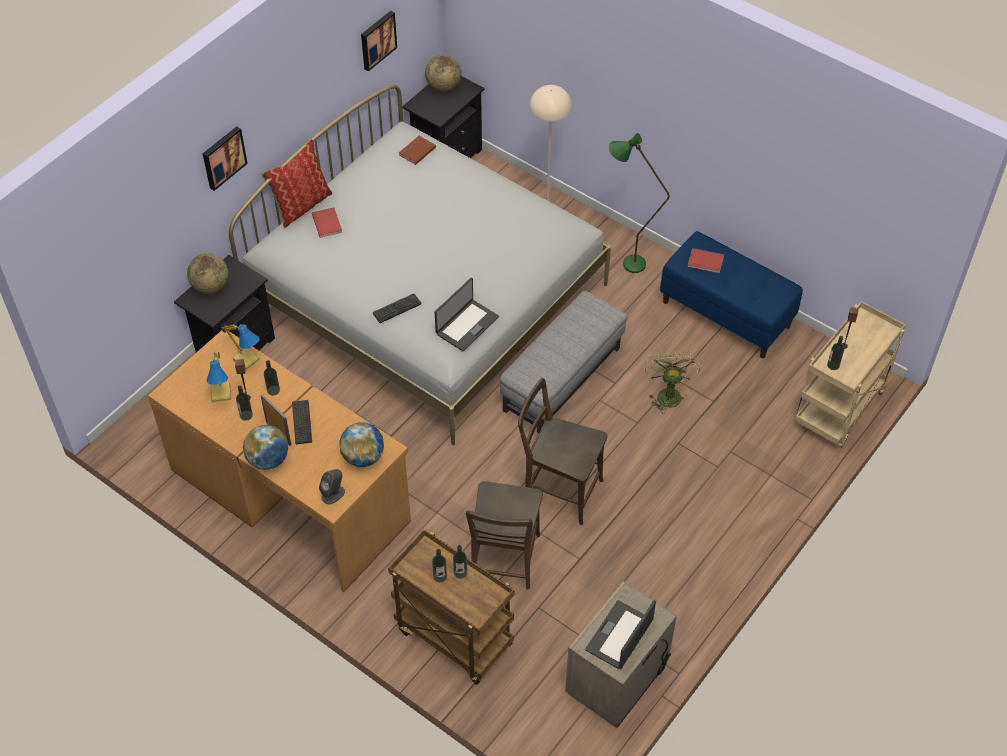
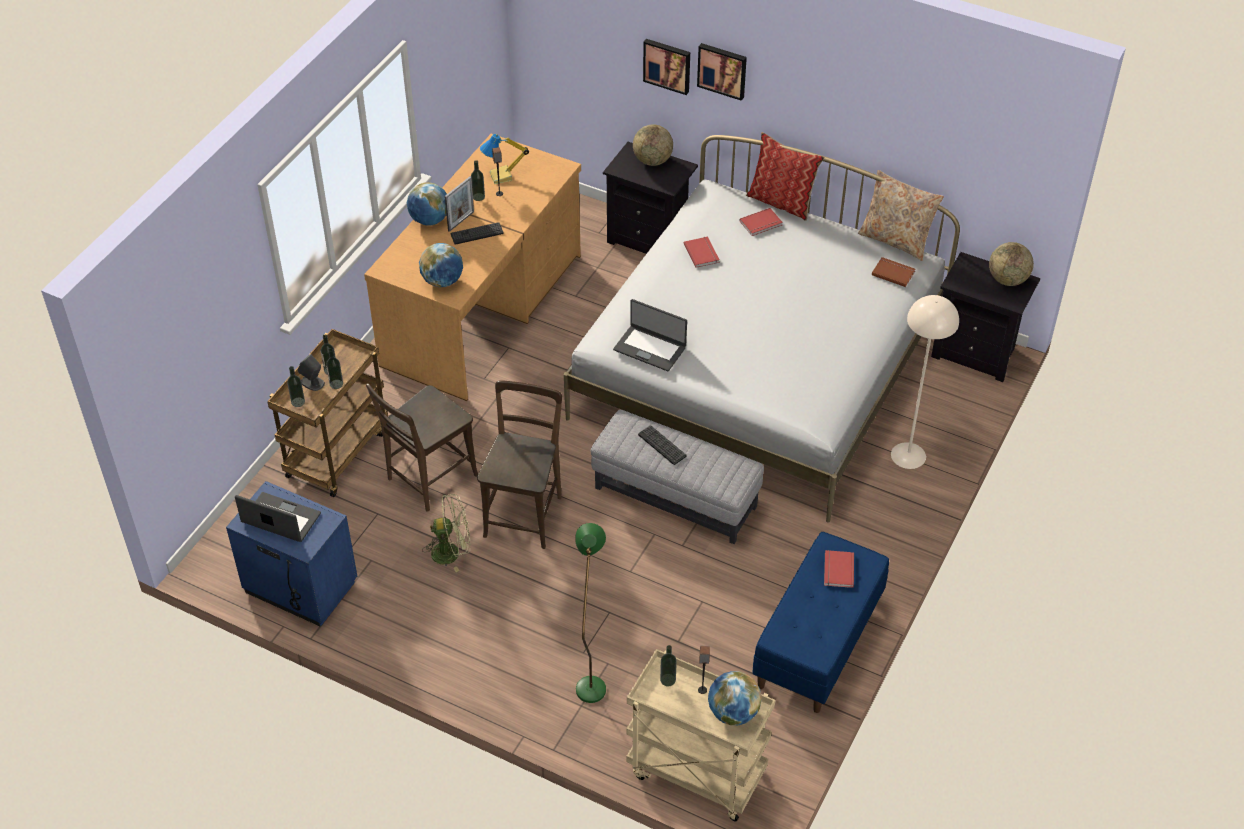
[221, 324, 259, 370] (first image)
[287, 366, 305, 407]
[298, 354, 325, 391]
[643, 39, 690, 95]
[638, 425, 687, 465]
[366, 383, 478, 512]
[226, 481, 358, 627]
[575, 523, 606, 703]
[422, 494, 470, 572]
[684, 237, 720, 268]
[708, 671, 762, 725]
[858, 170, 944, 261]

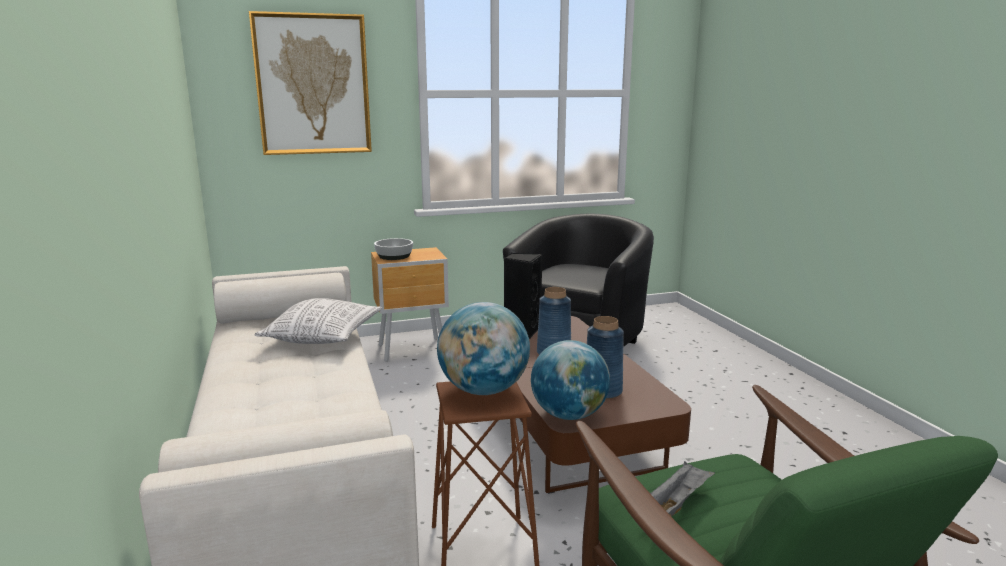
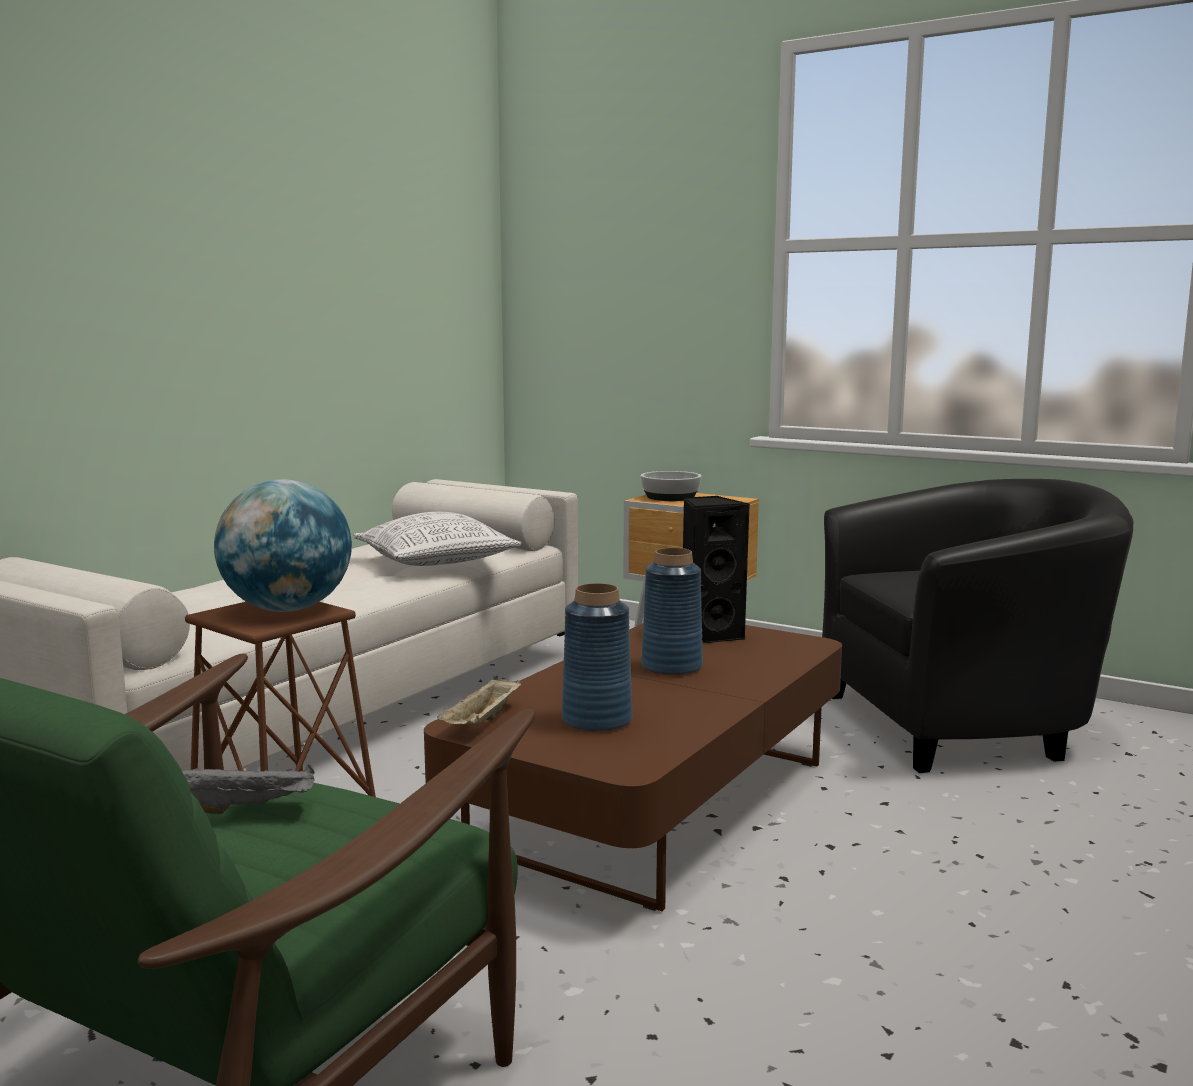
[249, 11, 372, 155] (first image)
[437, 676, 521, 724]

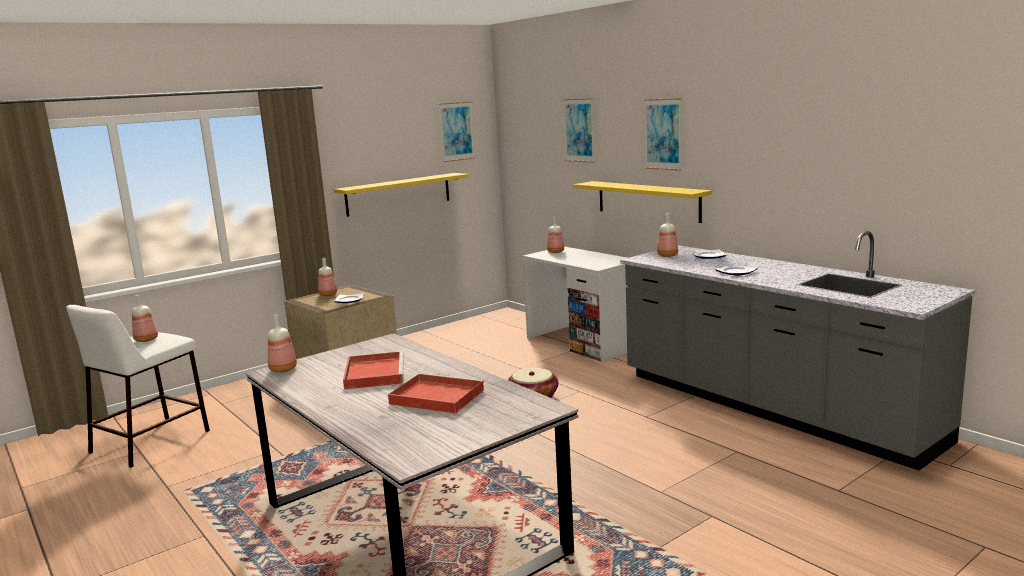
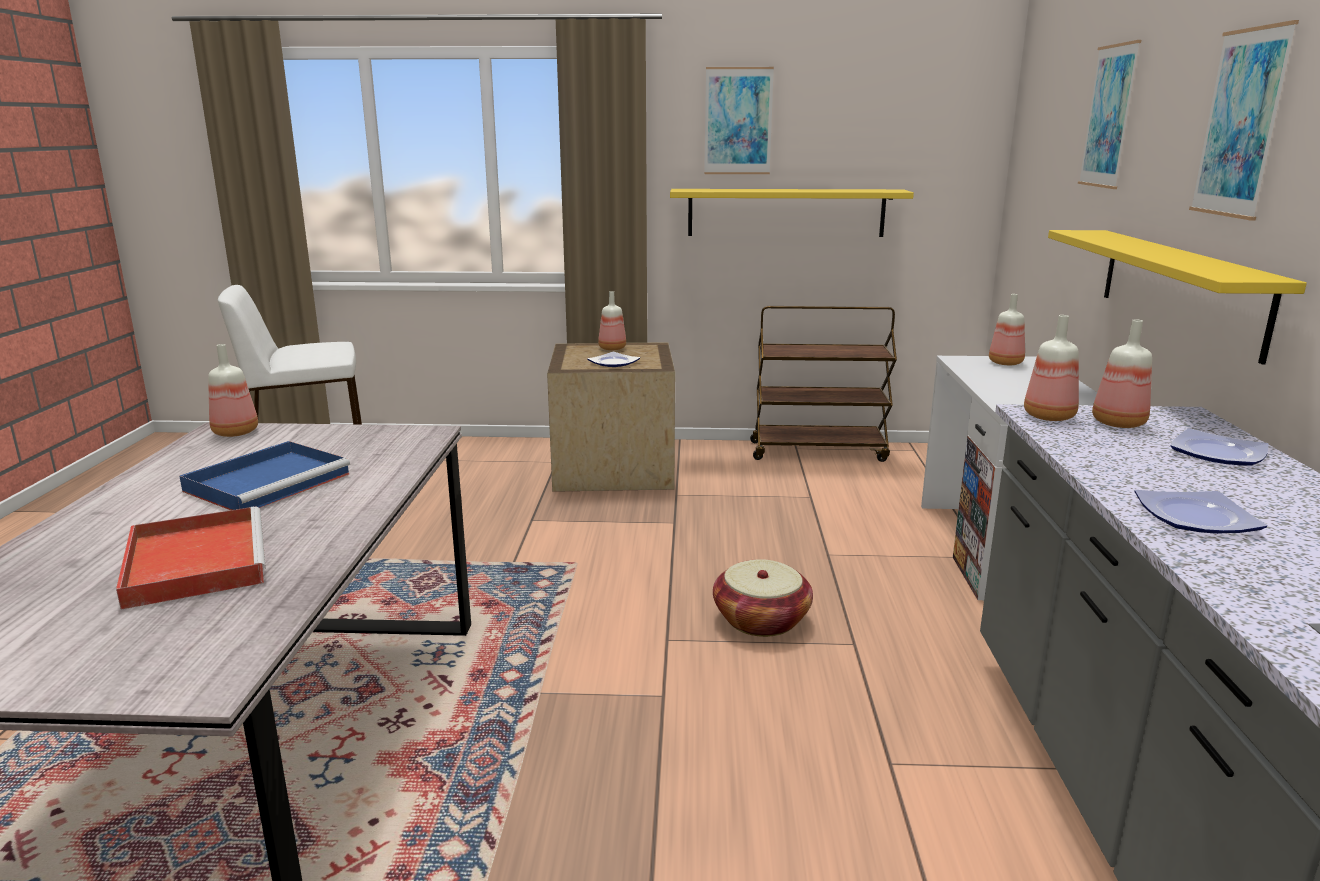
[1024, 315, 1079, 421]
[179, 441, 350, 510]
[704, 67, 774, 174]
[750, 306, 897, 462]

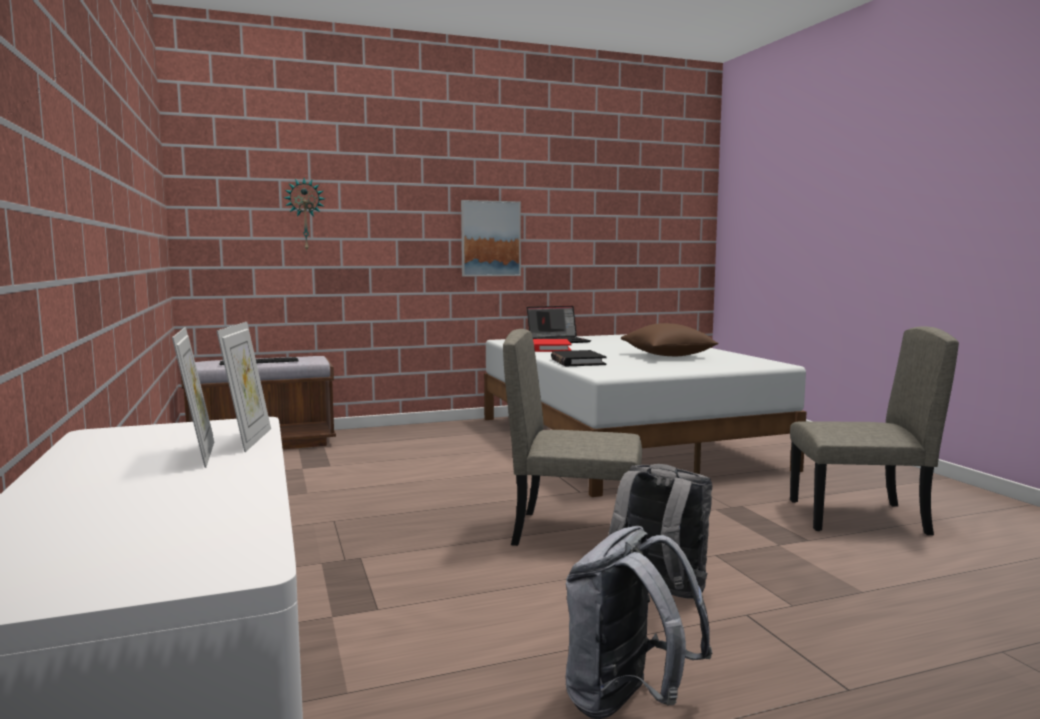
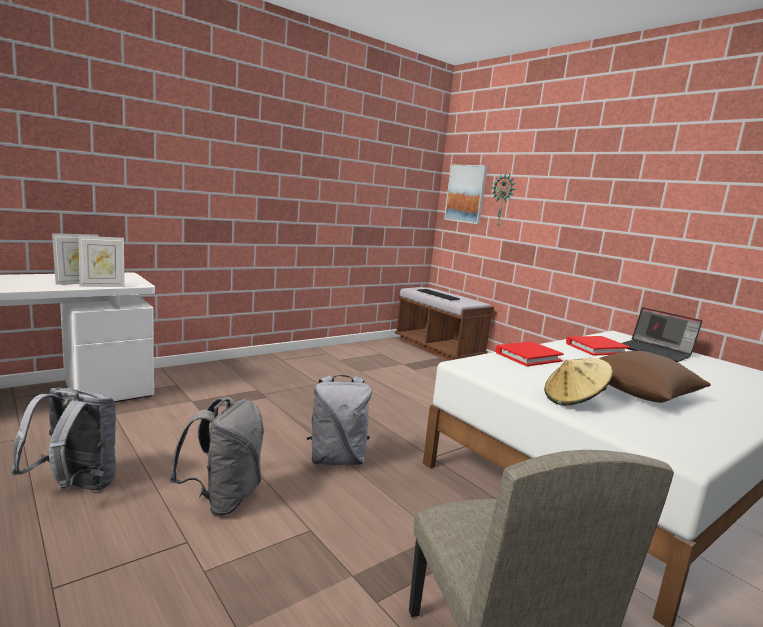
[444, 165, 488, 224]
[307, 375, 372, 465]
[496, 342, 564, 366]
[544, 358, 613, 406]

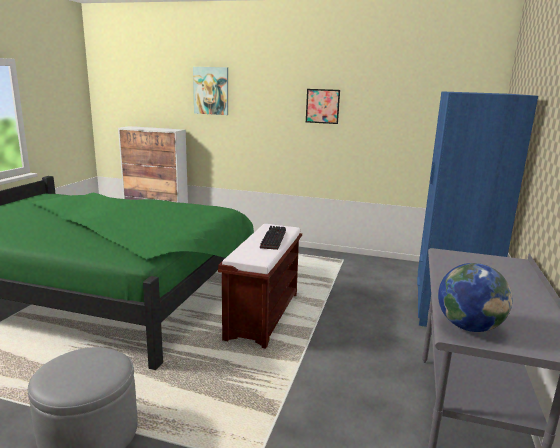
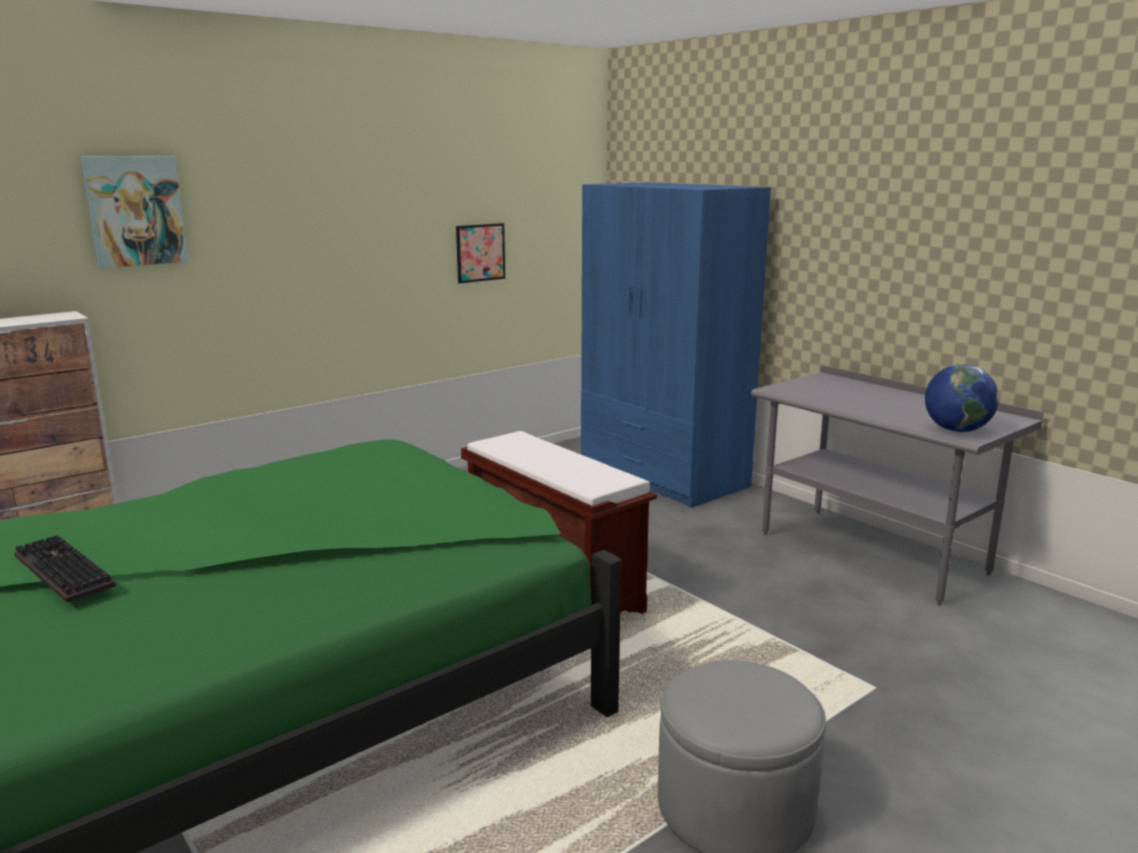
[14, 535, 115, 602]
[456, 223, 505, 283]

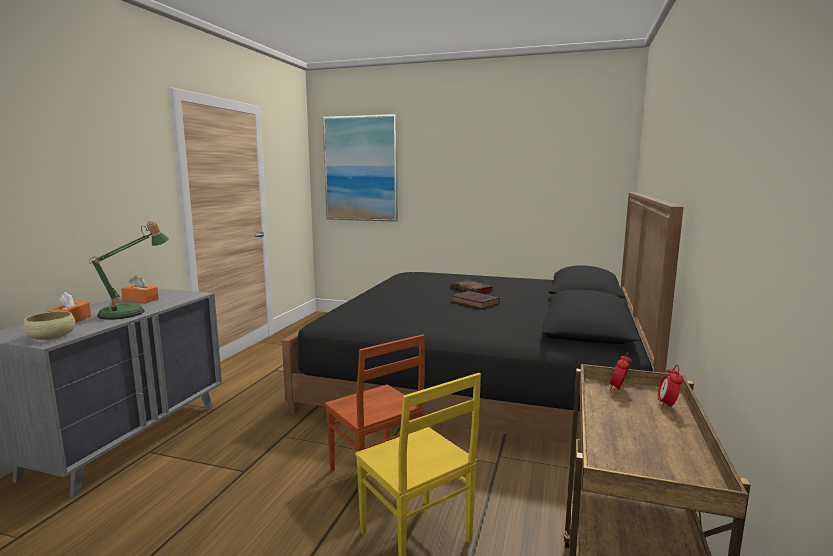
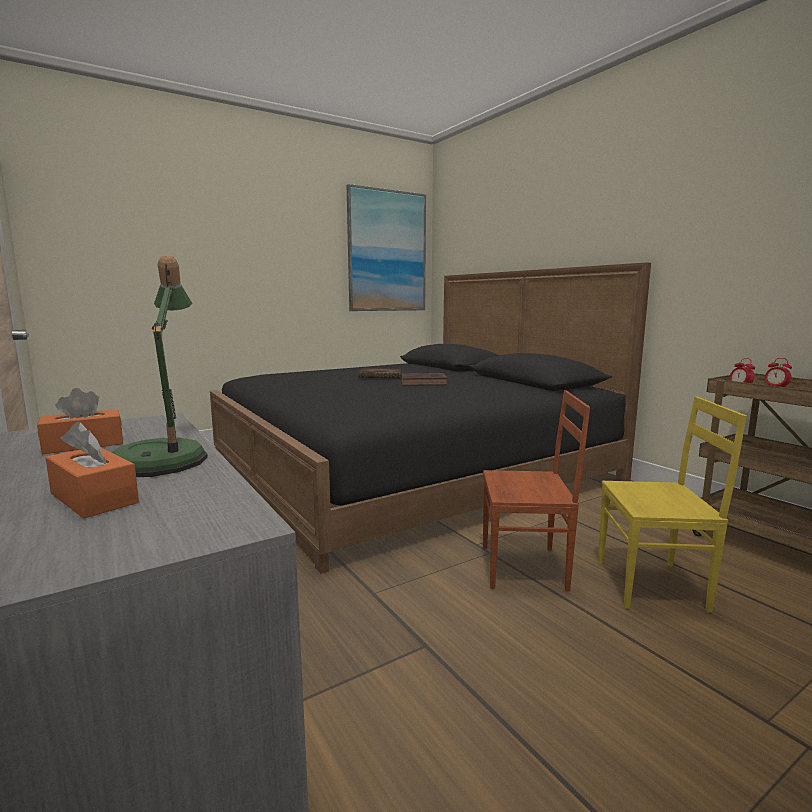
[23, 311, 75, 340] (first image)
[347, 184, 426, 311]

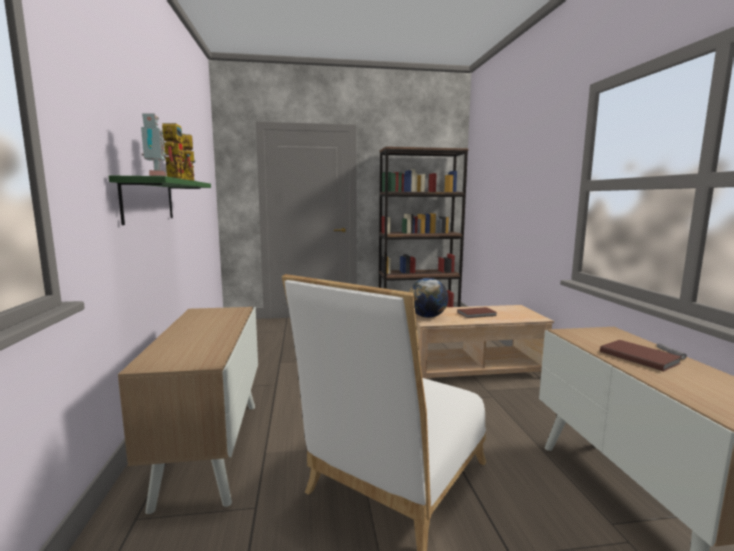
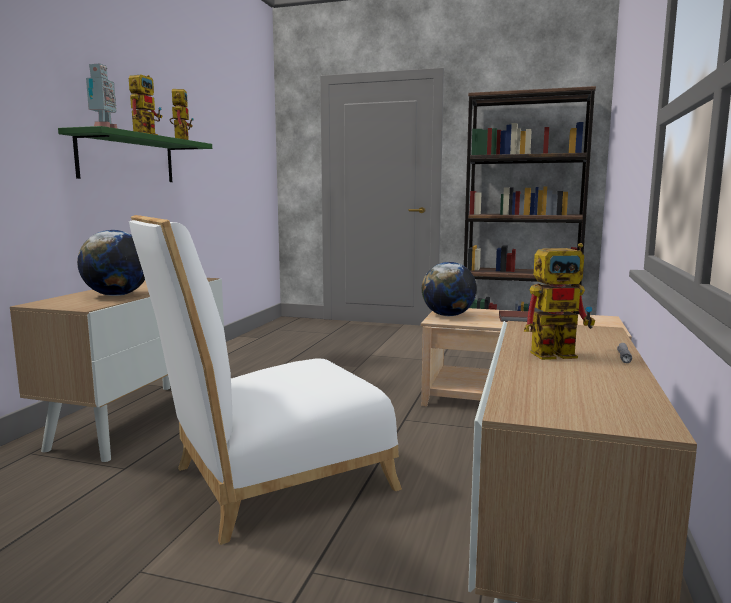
[524, 243, 595, 360]
[77, 230, 145, 296]

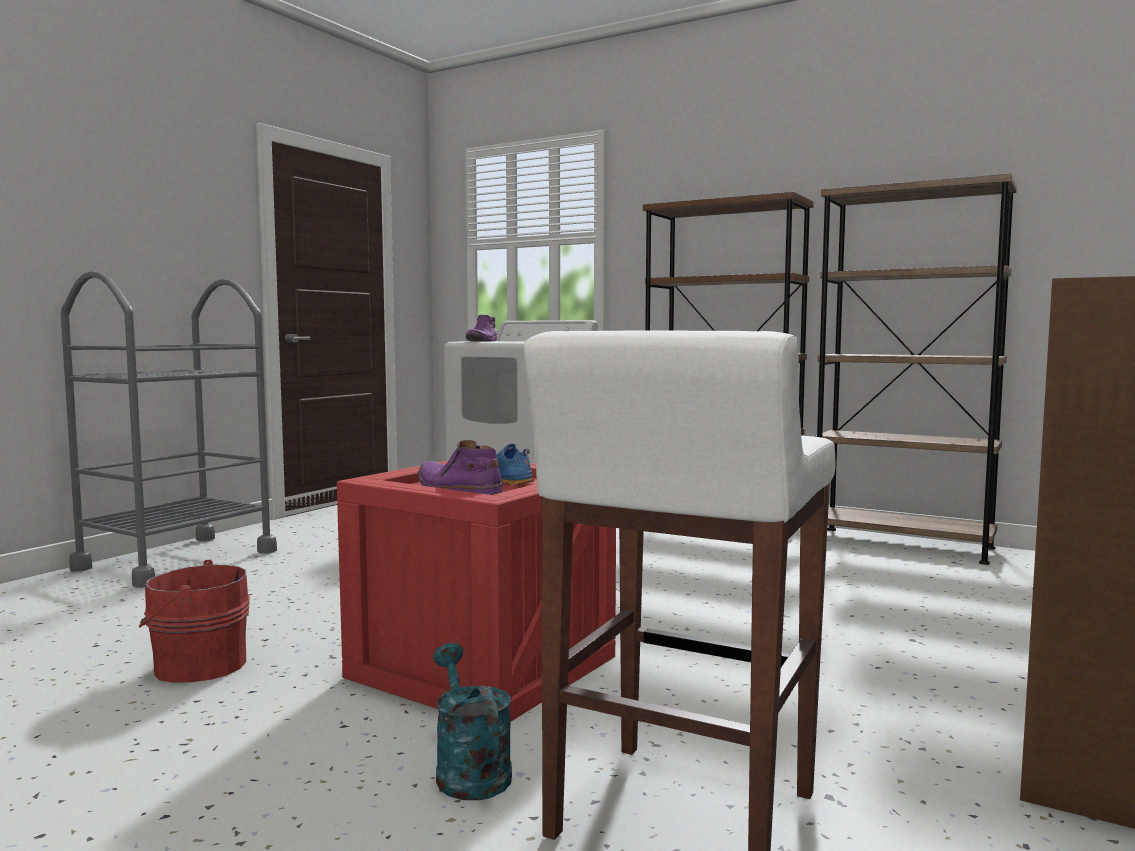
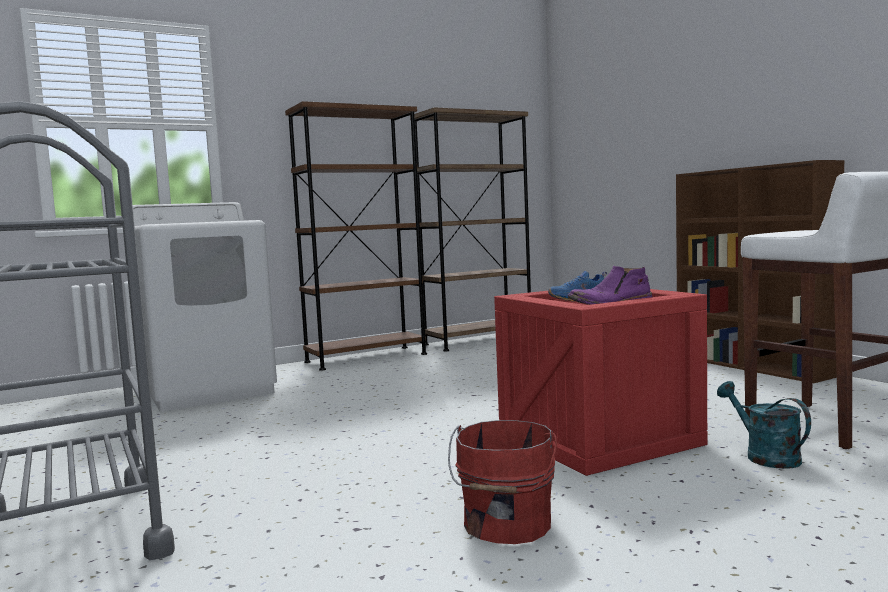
[717, 381, 811, 469]
[466, 315, 498, 342] (first image)

